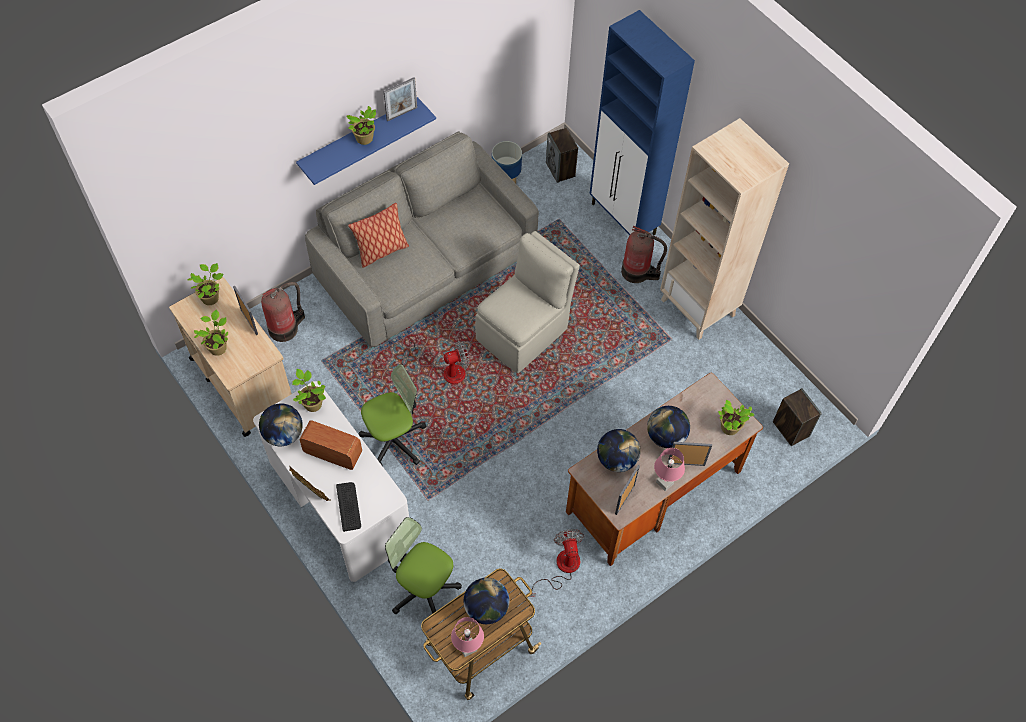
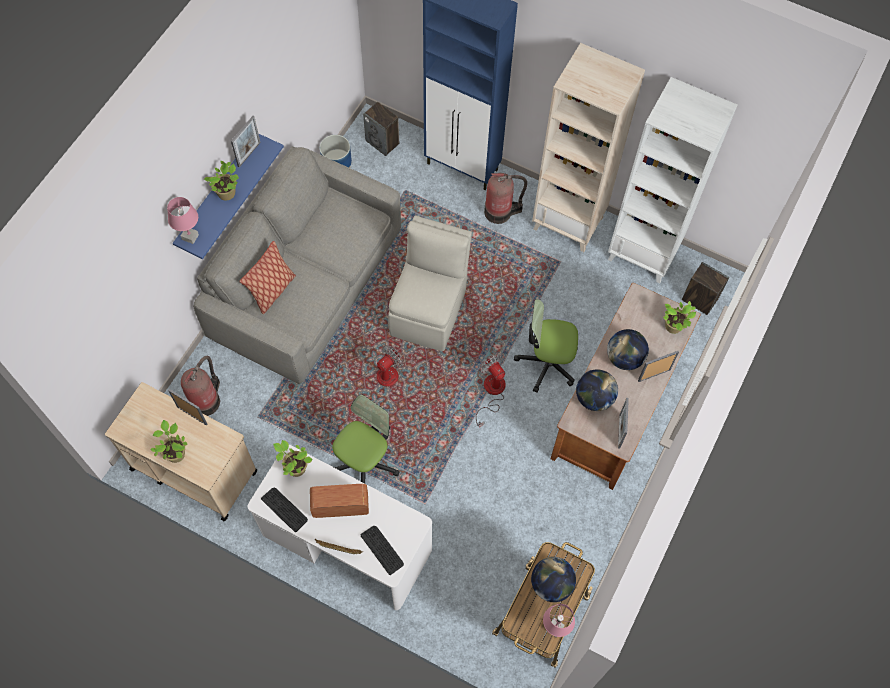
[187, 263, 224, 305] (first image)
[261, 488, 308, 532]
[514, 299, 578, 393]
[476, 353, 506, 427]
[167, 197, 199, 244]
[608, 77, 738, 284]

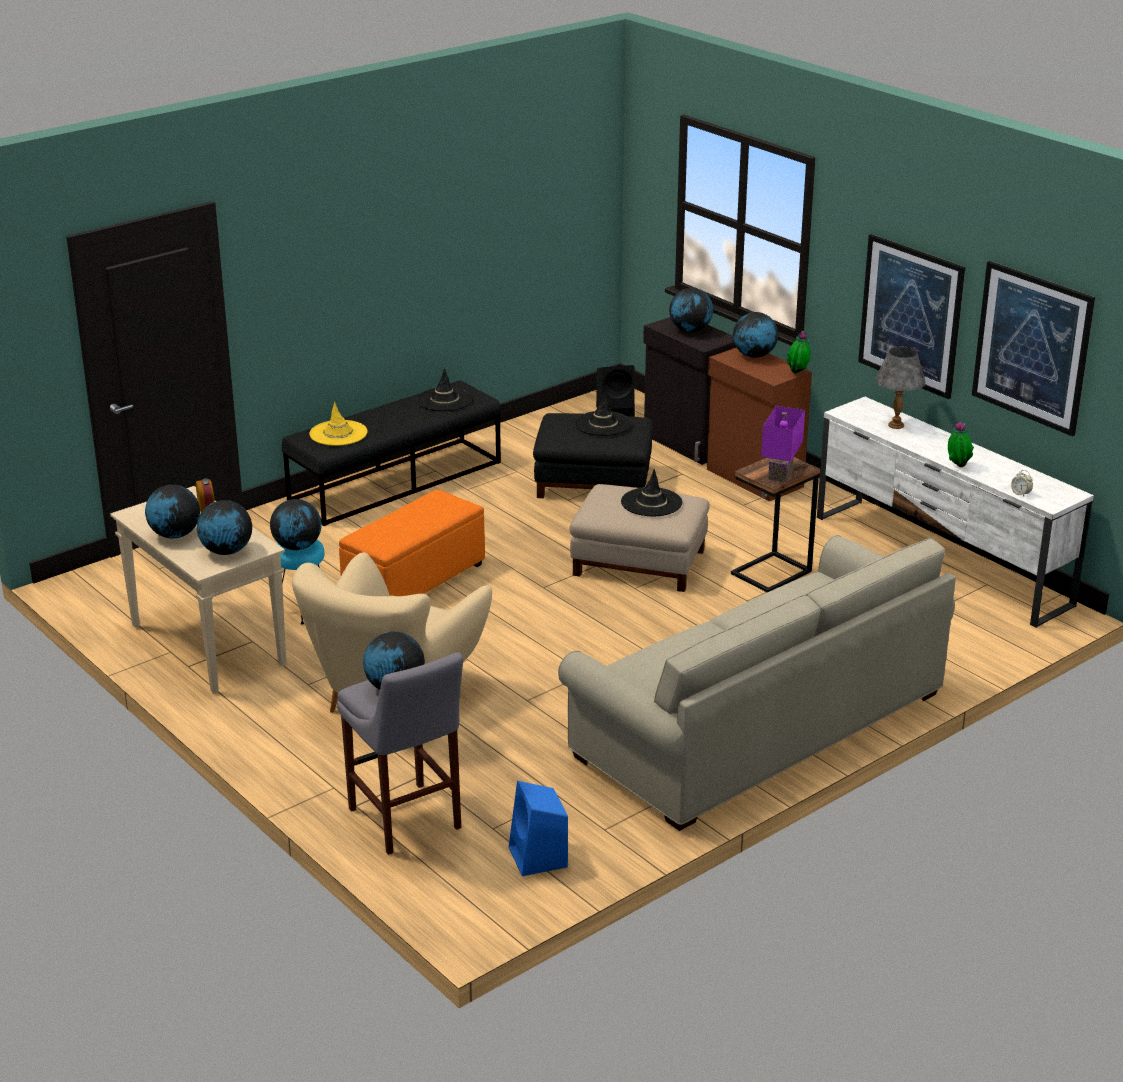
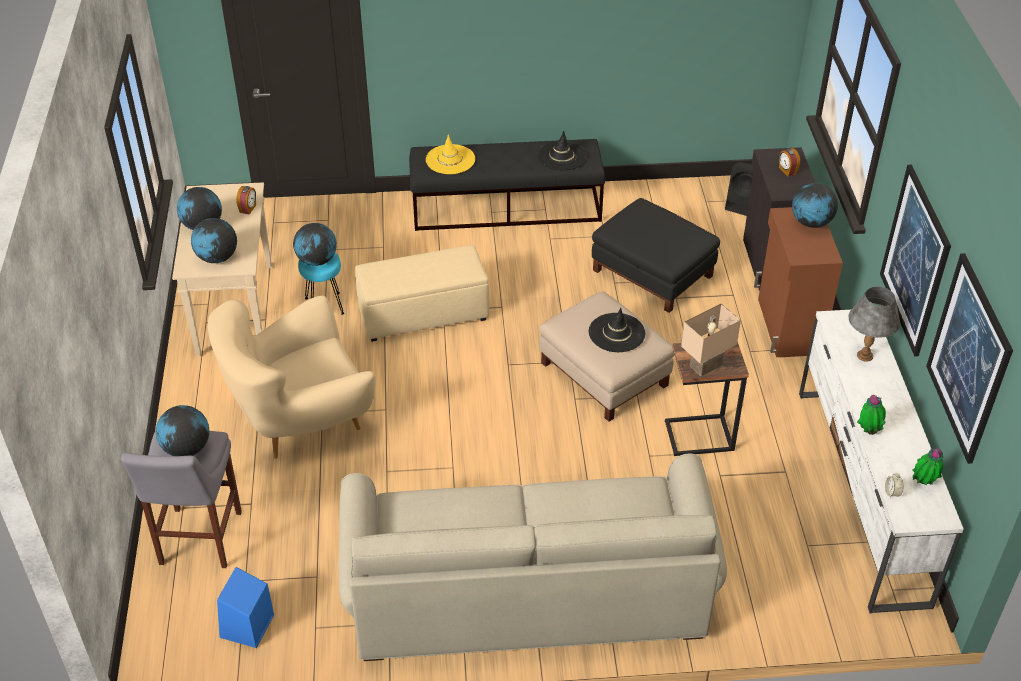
[355, 245, 489, 342]
[575, 392, 631, 436] (first image)
[779, 148, 800, 177]
[681, 303, 741, 376]
[912, 449, 943, 485]

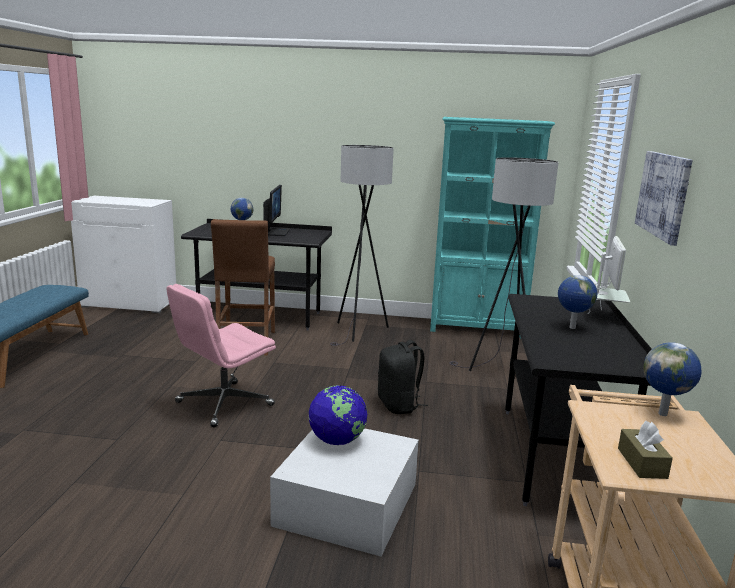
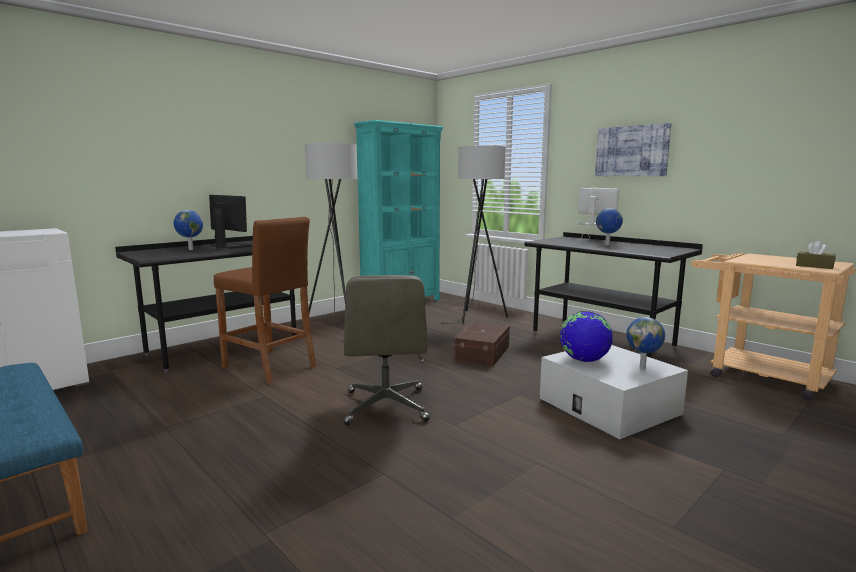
[343, 275, 430, 425]
[454, 321, 510, 366]
[626, 317, 665, 369]

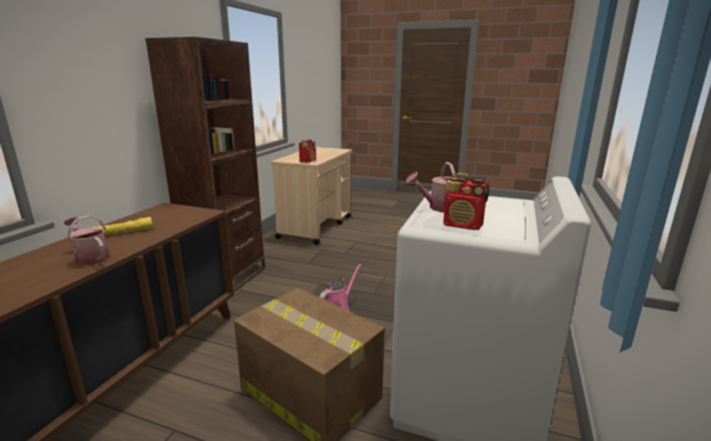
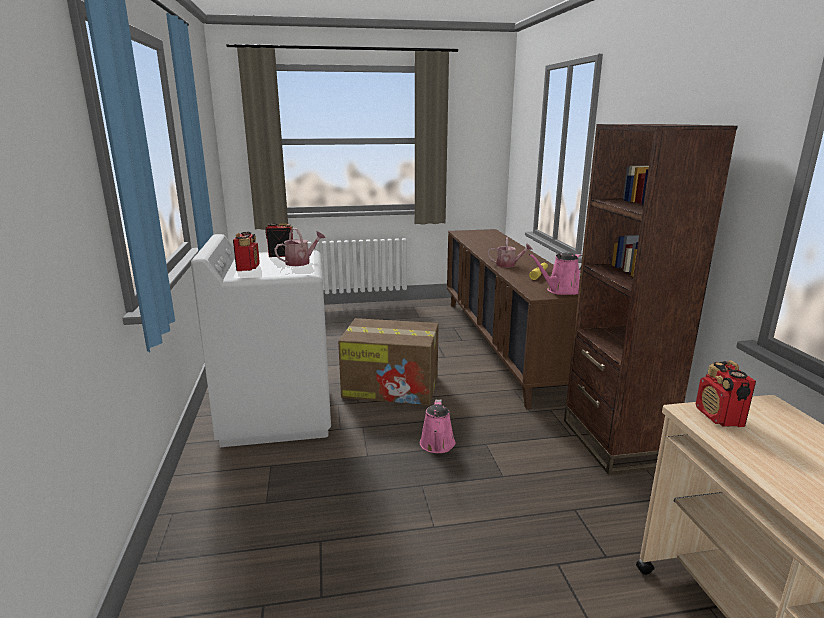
[233, 232, 260, 271]
[529, 253, 582, 295]

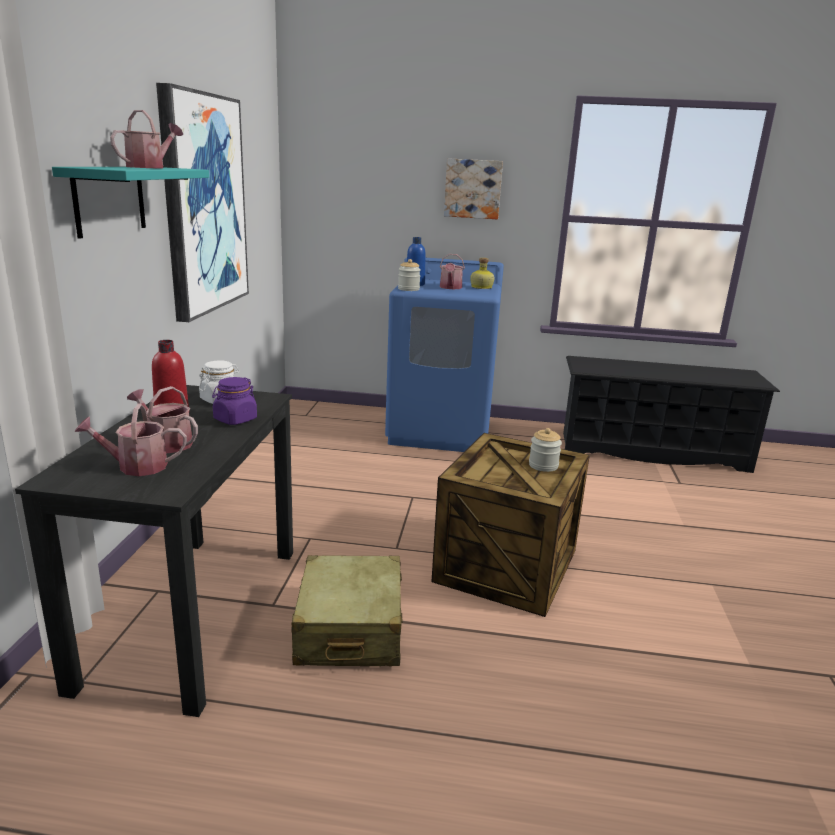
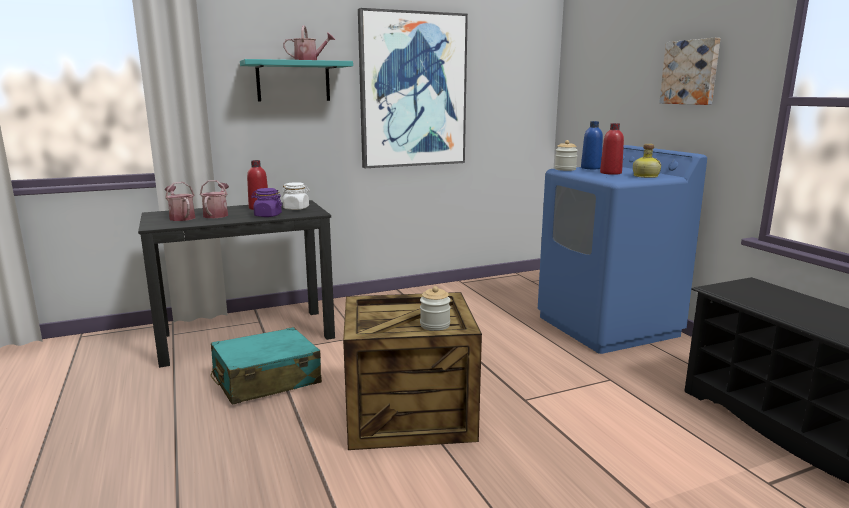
[210, 327, 322, 405]
[600, 123, 624, 175]

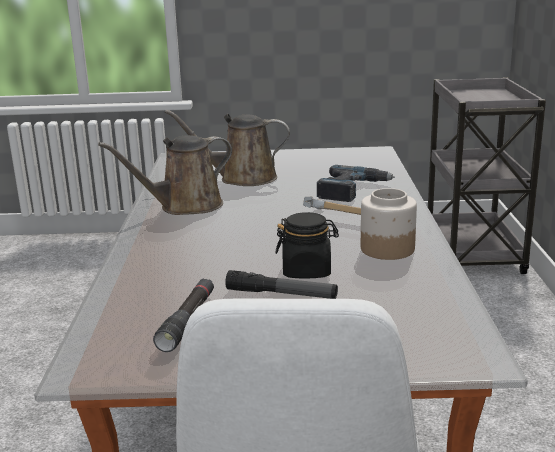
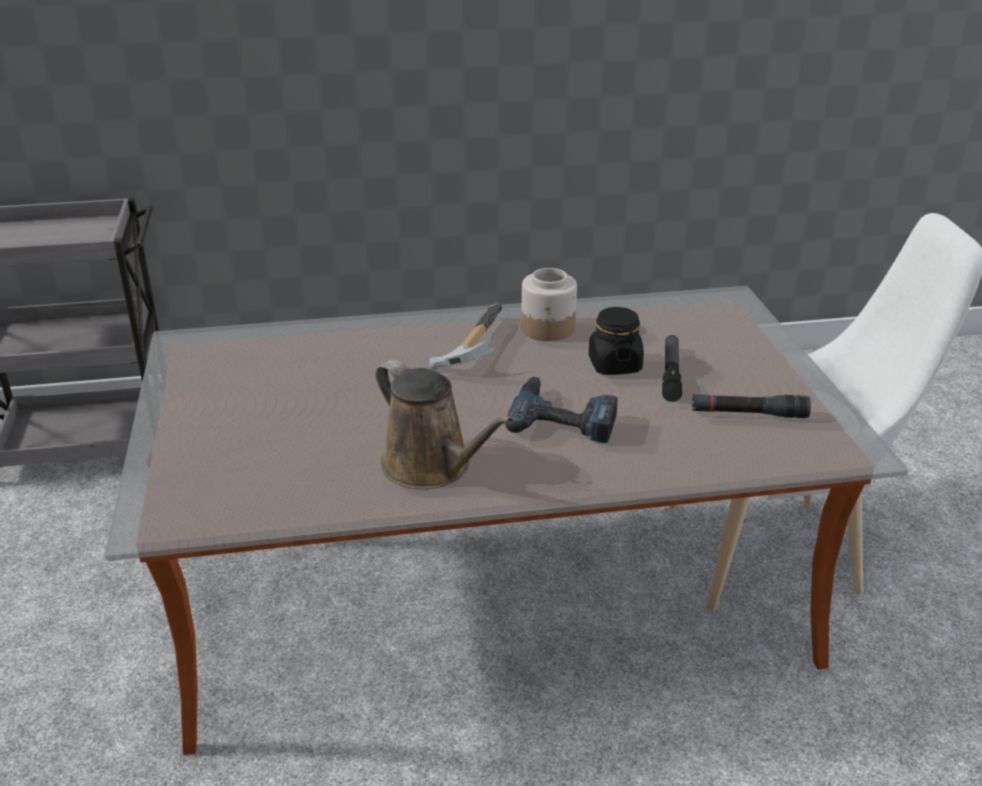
[165, 110, 290, 186] (first image)
[505, 376, 618, 443]

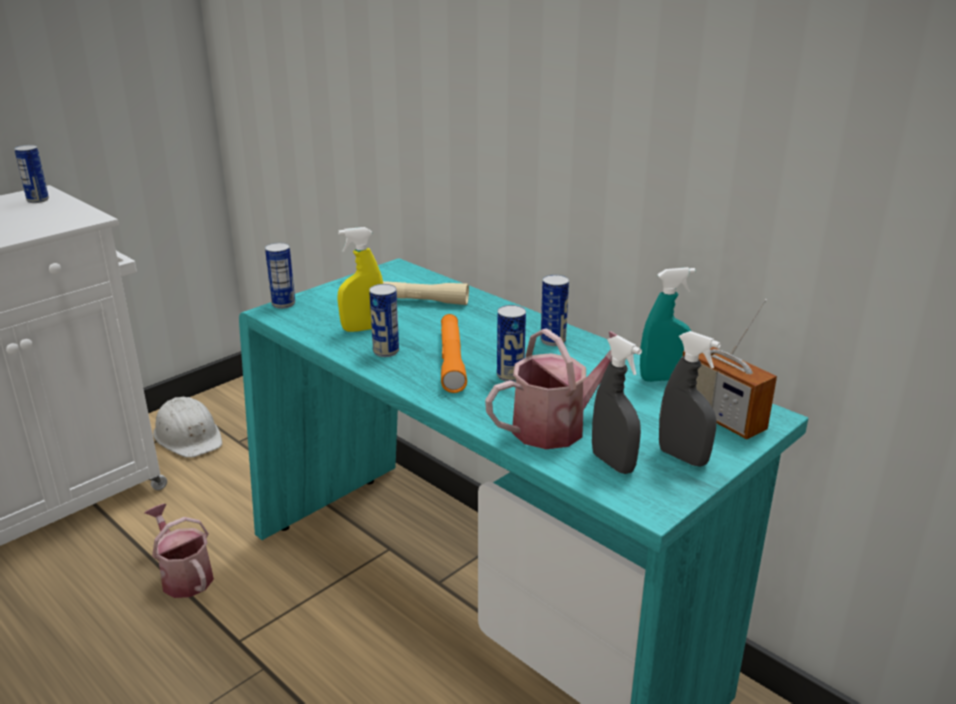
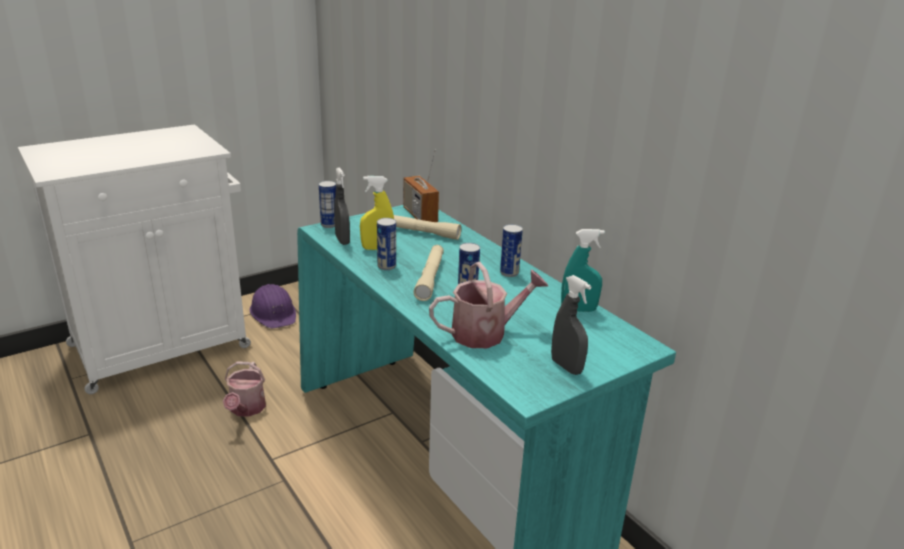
[14, 145, 49, 203] (first image)
[223, 361, 266, 417]
[250, 284, 296, 328]
[414, 245, 444, 301]
[334, 167, 350, 245]
[403, 149, 439, 222]

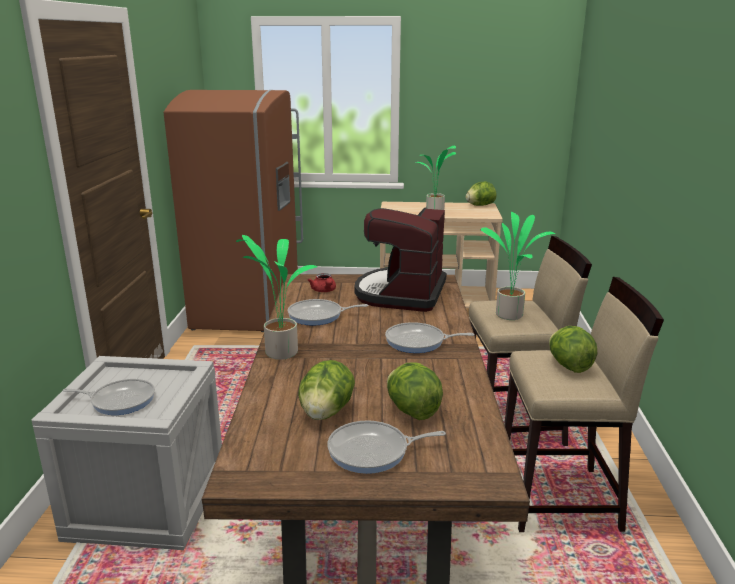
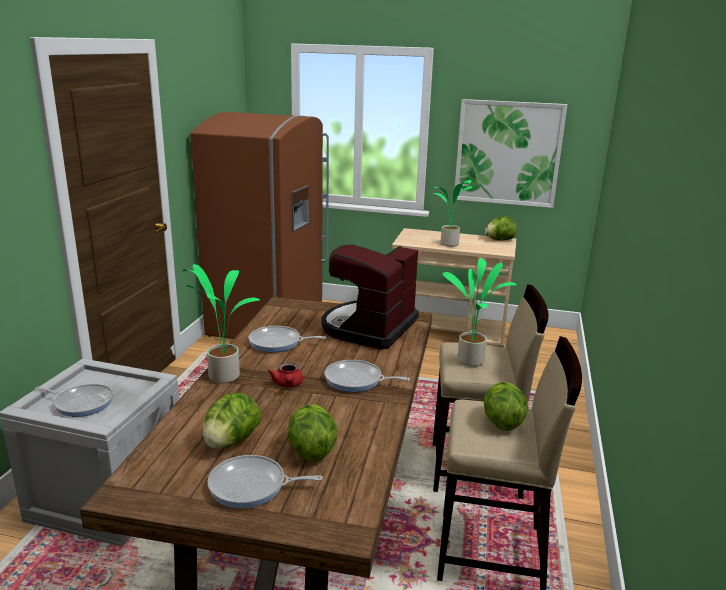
[268, 363, 303, 387]
[455, 99, 567, 208]

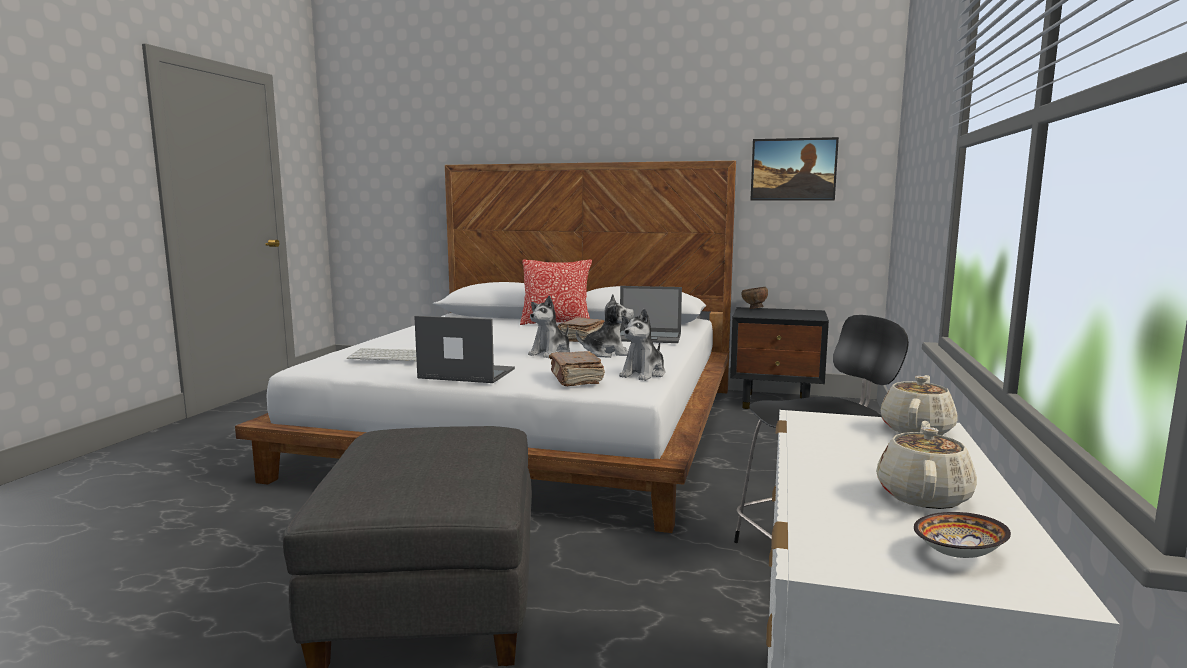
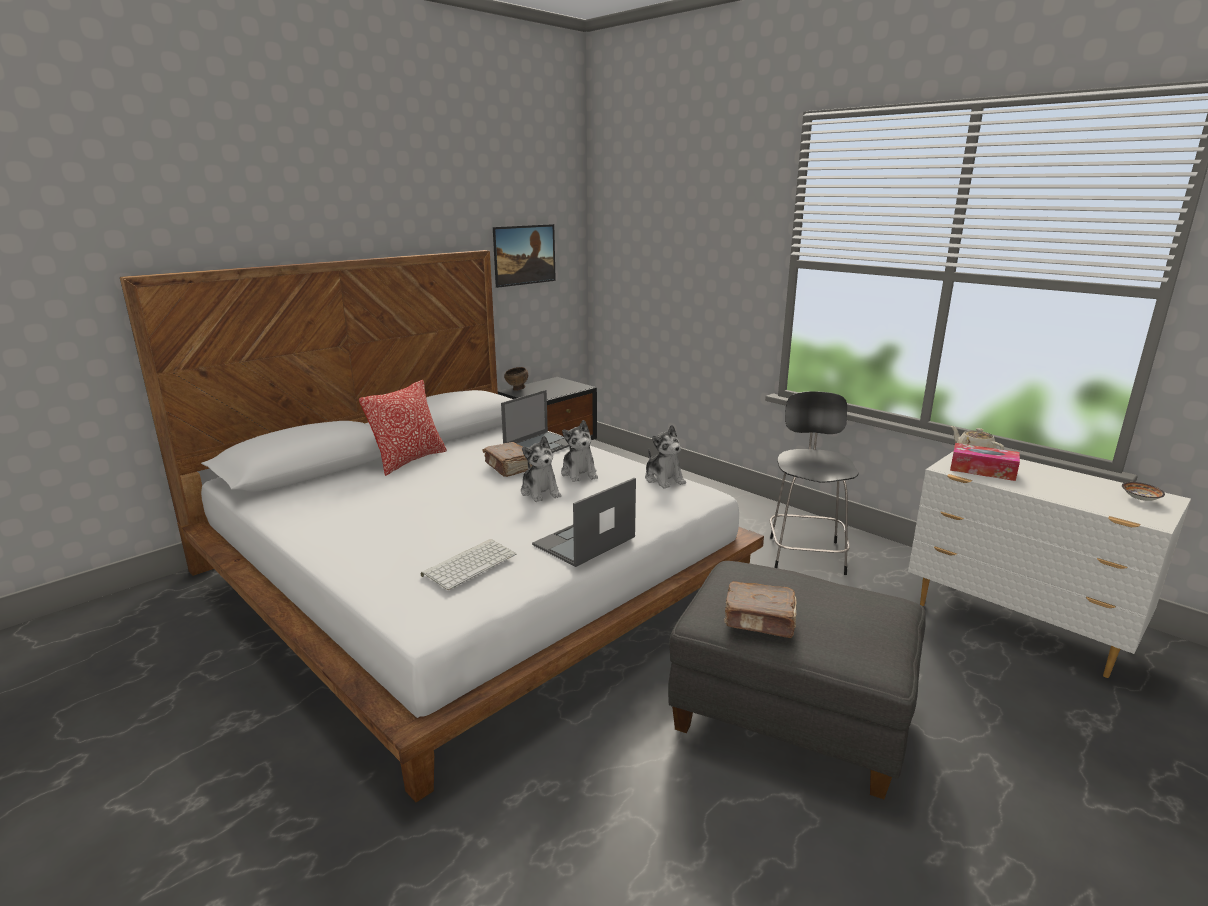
[724, 581, 796, 638]
[561, 420, 598, 482]
[876, 421, 977, 509] (first image)
[950, 443, 1020, 481]

